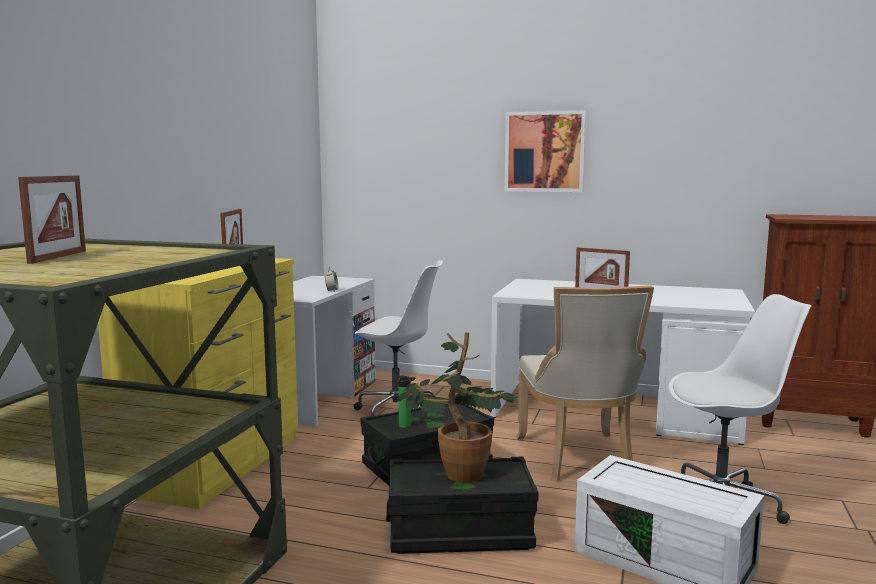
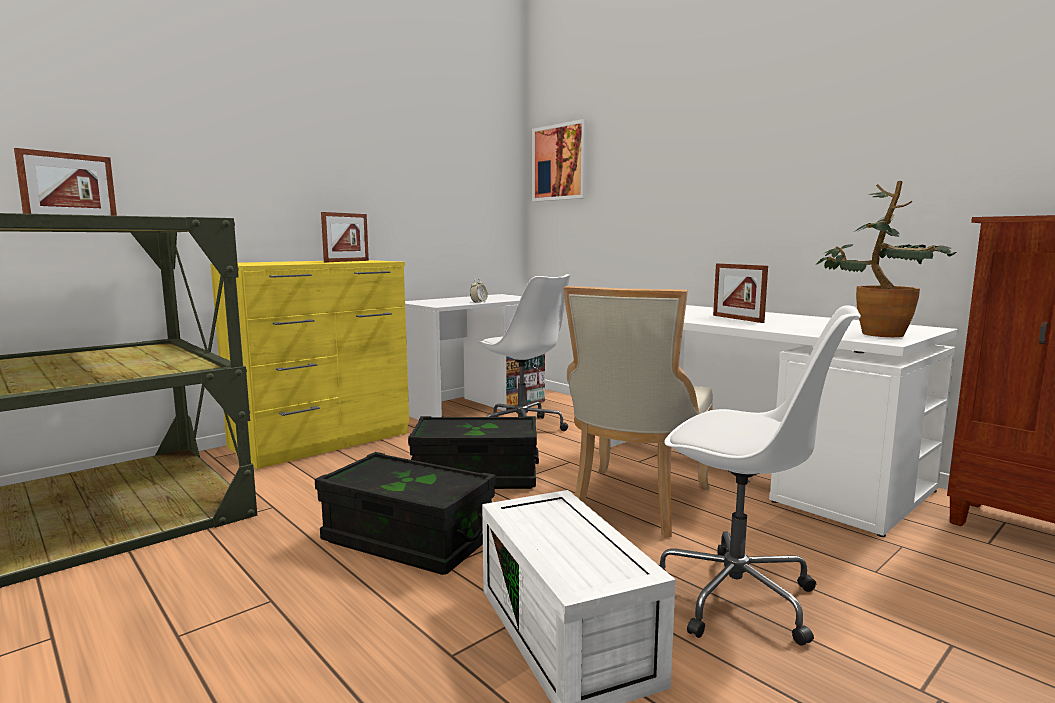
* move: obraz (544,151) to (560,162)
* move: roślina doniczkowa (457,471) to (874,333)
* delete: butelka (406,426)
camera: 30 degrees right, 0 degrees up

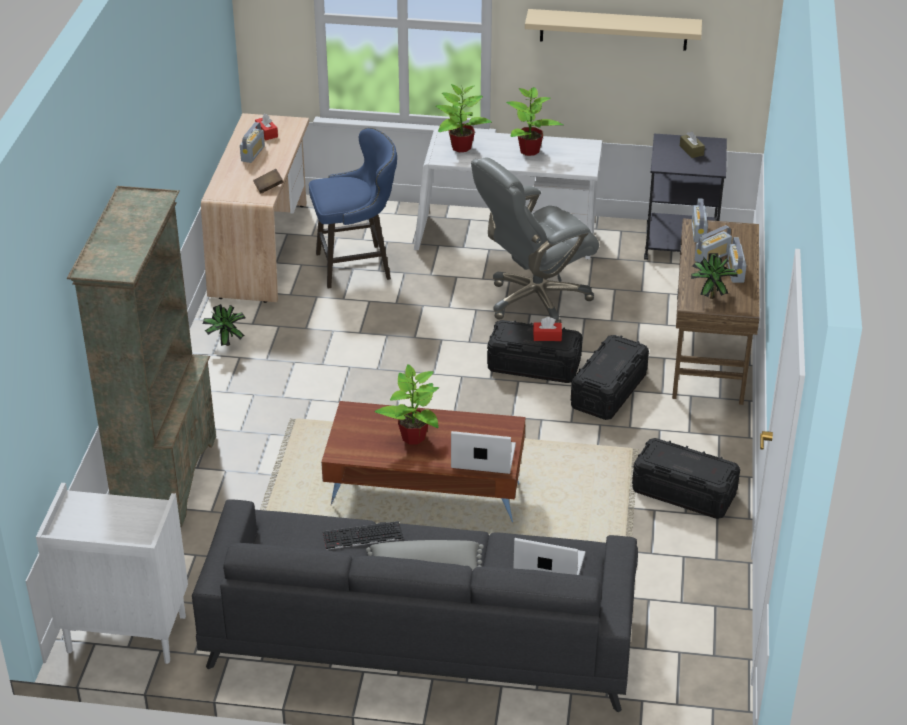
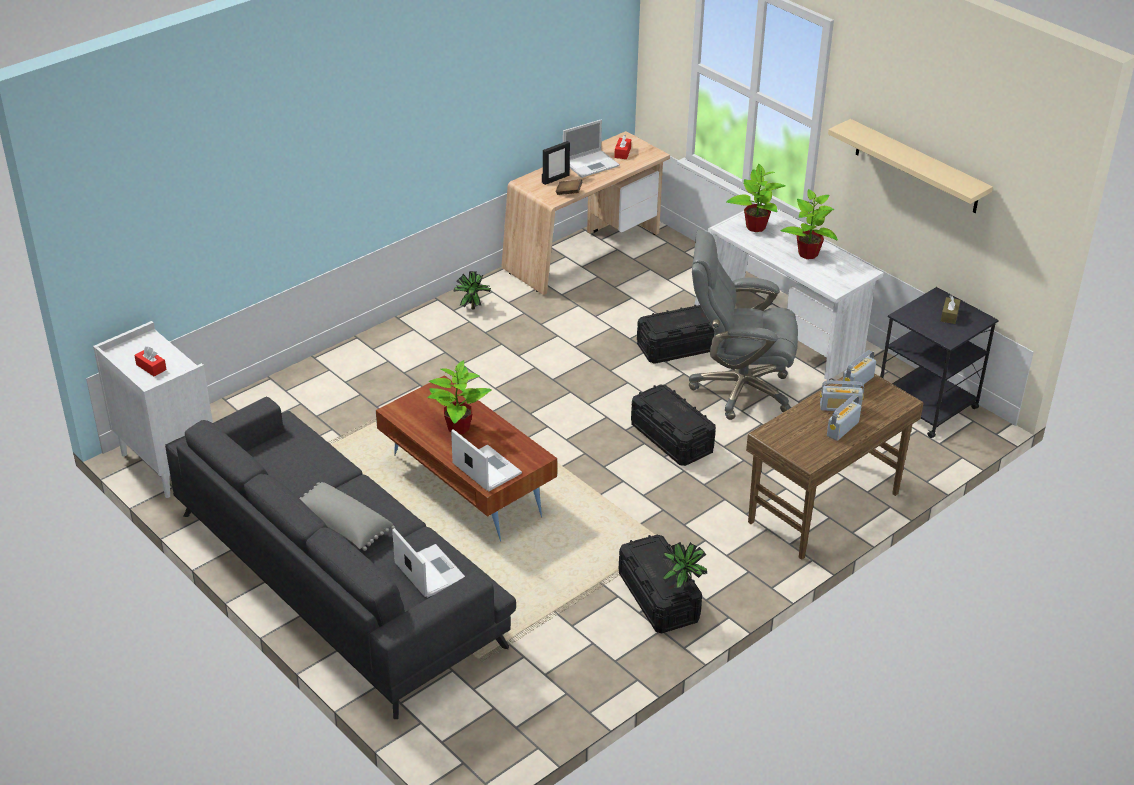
* move: pudełko chusteczek/czerwony (547,336) to (151,367)
* insert: ramka na zdjęcie (555,179)
* replace: radio (253,153) to laptop (591,163)
* move: pojemnik do przechowywania/czarny (609,391) to (680,347)
* move: roślina doniczkowa (710,296) to (682,584)
* delete: regał/zielony (165,477)
* delete: stołek/niebieski (357,265)
* delete: klawiatura (362,536)
camera: 40 degrees right, 0 degrees up

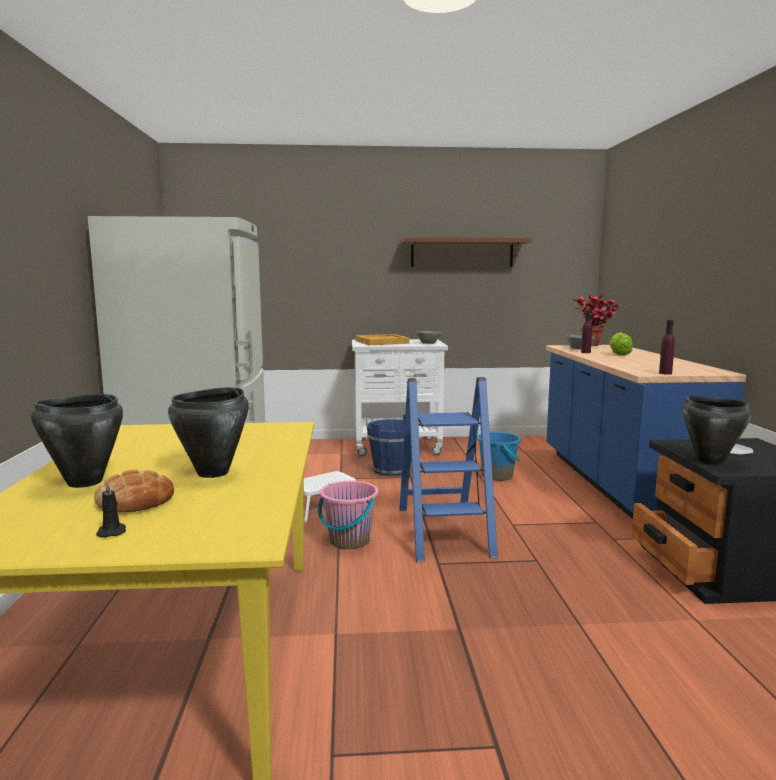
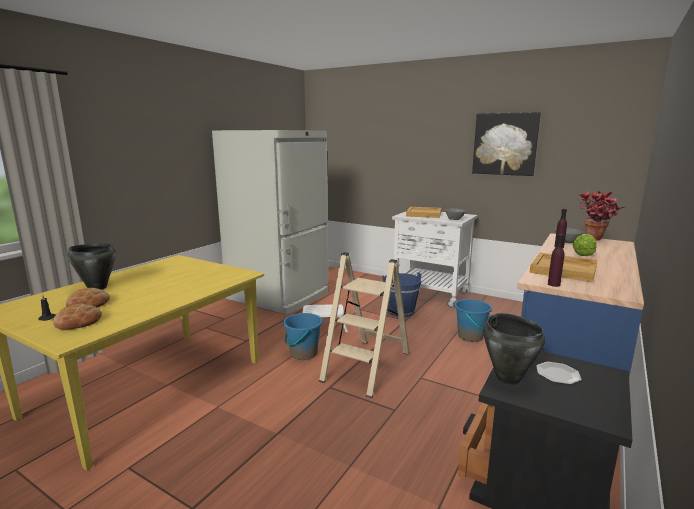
* insert: chleb (78,321)
* recolor: wiadro/różowy (349,541) to wiadro/niebieski (303,353)
* recolor: drabinka/niebieski (443,530) to drabinka/beżowy (367,366)
* replace: półka/brązowy (462,253) to obraz (505,144)
* insert: taca/beżowy (564,269)
* delete: garnek/czarny (214,473)
camera: 35 degrees right, 5 degrees up

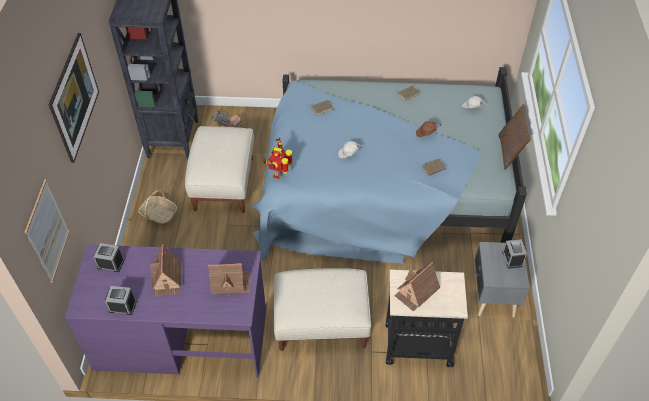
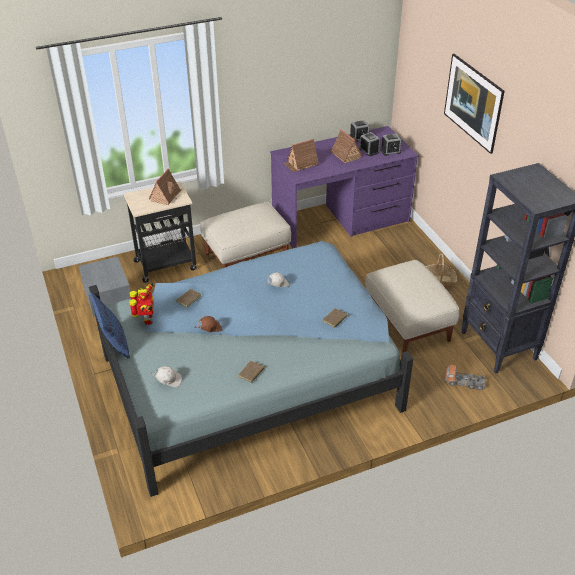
* recolor: poduszka/brązowy (508,152) to poduszka/niebieski (114,343)
* move: robot zabawkowy (279,173) to (146,320)
* move: budzik (512,258) to (369,150)
* delete: obraz (47,231)
camera: 155 degrees right, 10 degrees down

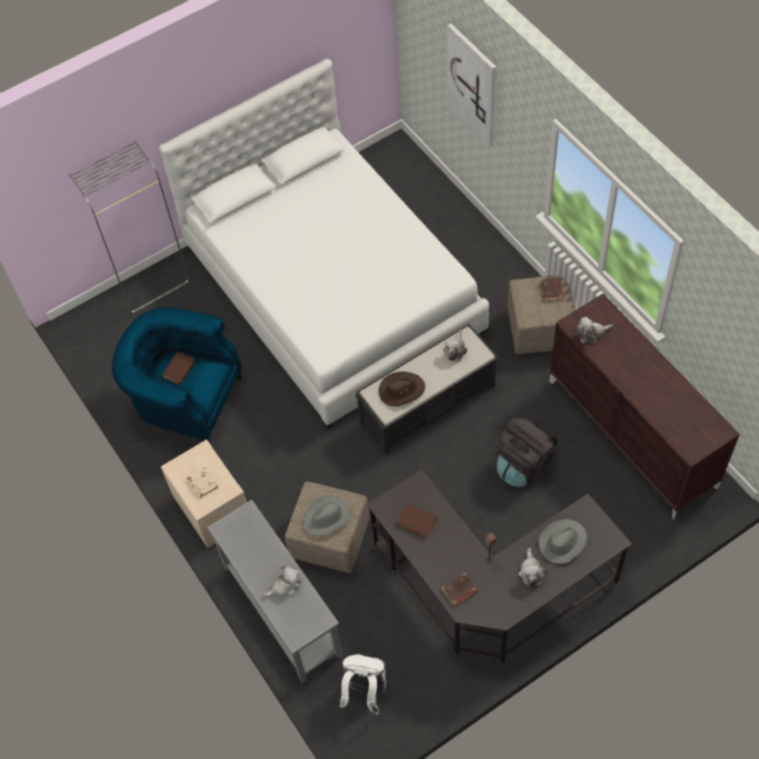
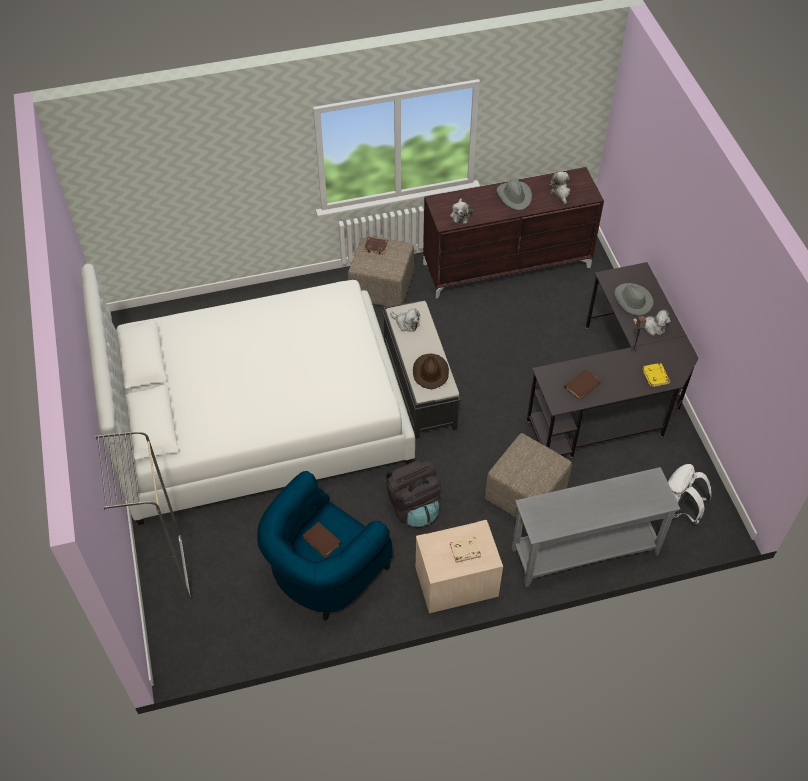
* move: plecak/czarny (523,465) to (413,506)
* move: kapelusz/szary (327,517) to (514,196)
* move: pluszak (285,586) to (560,193)
* recolor: książka/brązowy (459,591) to książka/żółty (656,376)
* delete: obraz (473,85)
camera: 75 degrees left, 5 degrees down

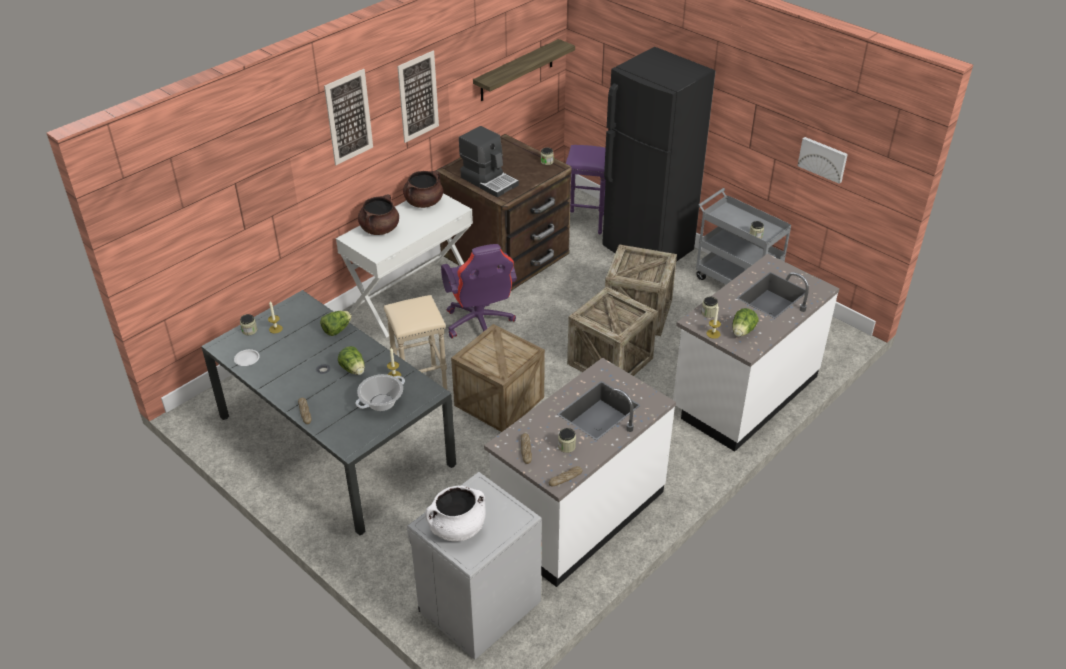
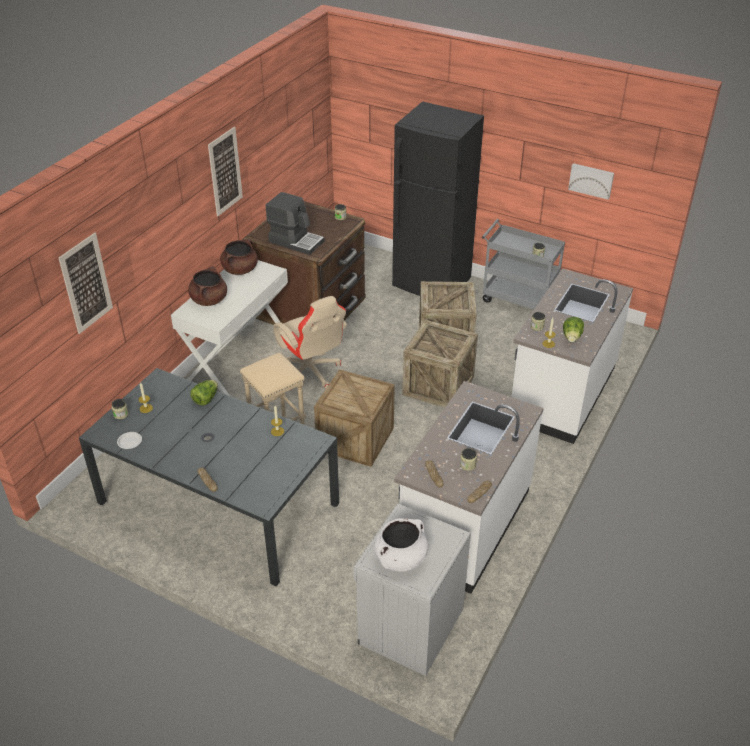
* move: obraz (349,117) to (86,283)
* recolor: krzesło biurowe/fioletowy (480,326) to krzesło biurowe/beżowy (311,375)
* delete: sałata (353,370)
* delete: garnek (382,402)
* delete: półka (517,70)
* delete: stołek/fioletowy (586,221)
camera: 15 degrees left, 0 degrees up

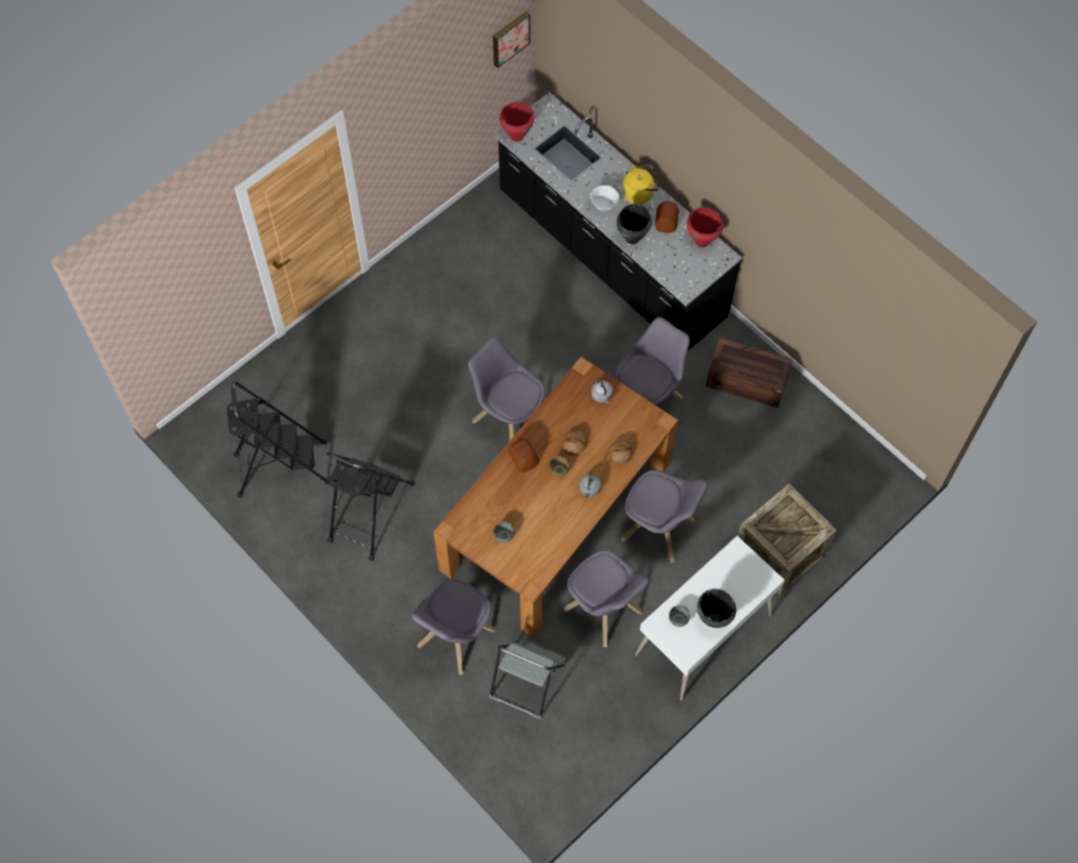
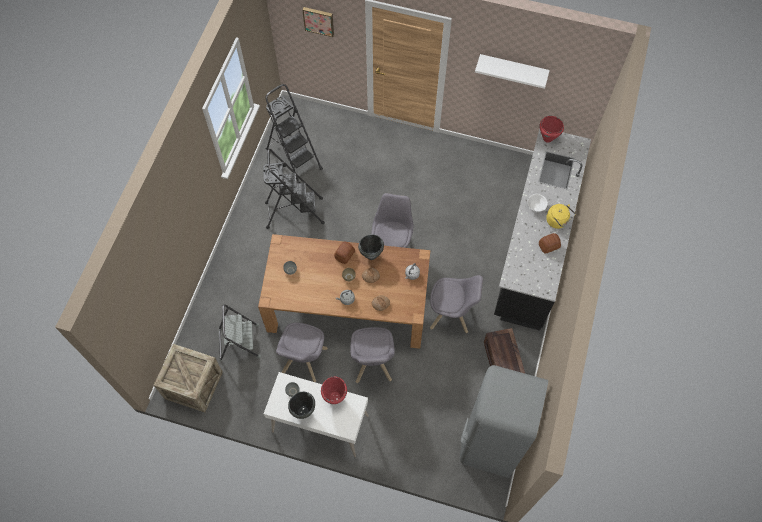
* move: skrzynka (779,552) to (193,385)
* move: obraz (509,38) to (319,20)
* move: garnek/czerwony (701,241) to (335,397)
* move: garnek/czarny (632,238) to (371,256)
* insert: lodówka/szary (488,445)
* insert: półka/biały (513,68)
* delete: krzesło/szary (455,638)
camera: 60 degrees right, 0 degrees up

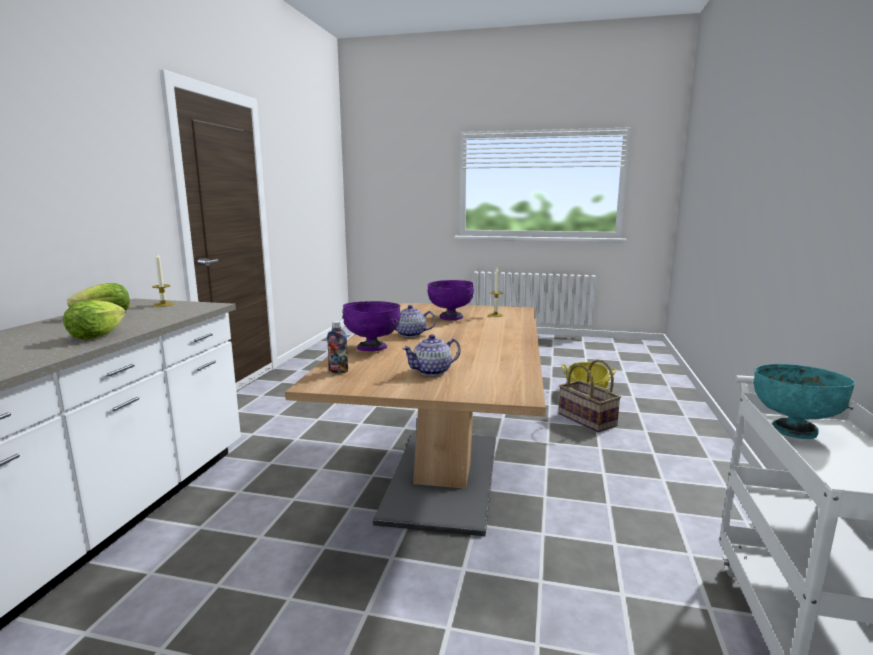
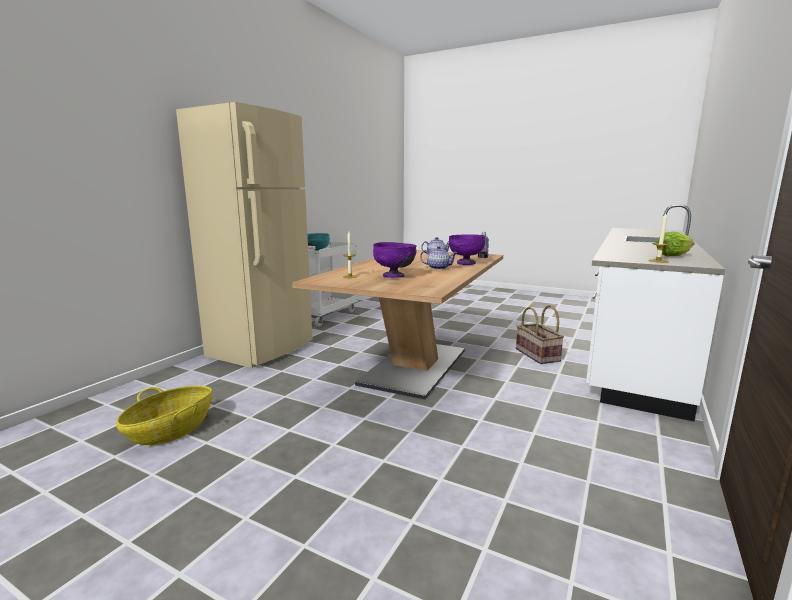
* insert: lodówka/beżowy (261,349)
* move: koszyk (586,420) to (538,355)
* delete: sałata (96,336)
camera: 165 degrees left, 0 degrees up

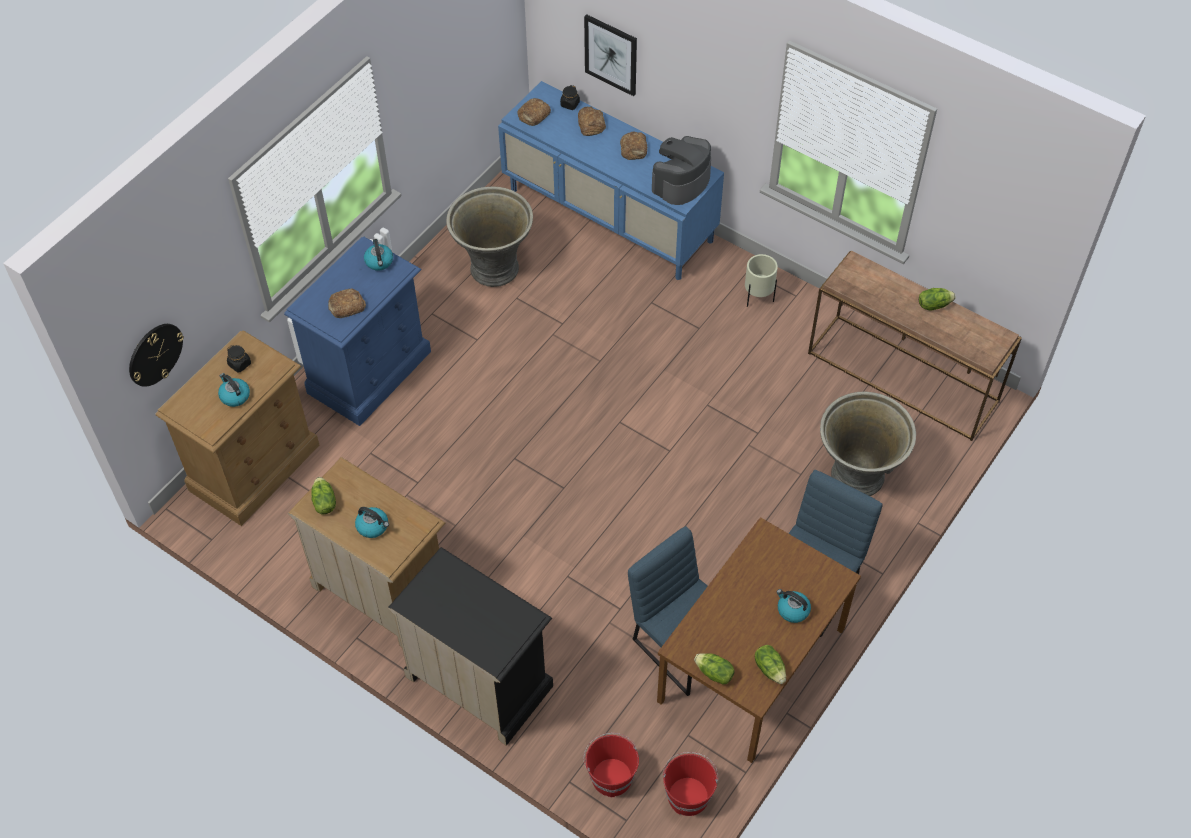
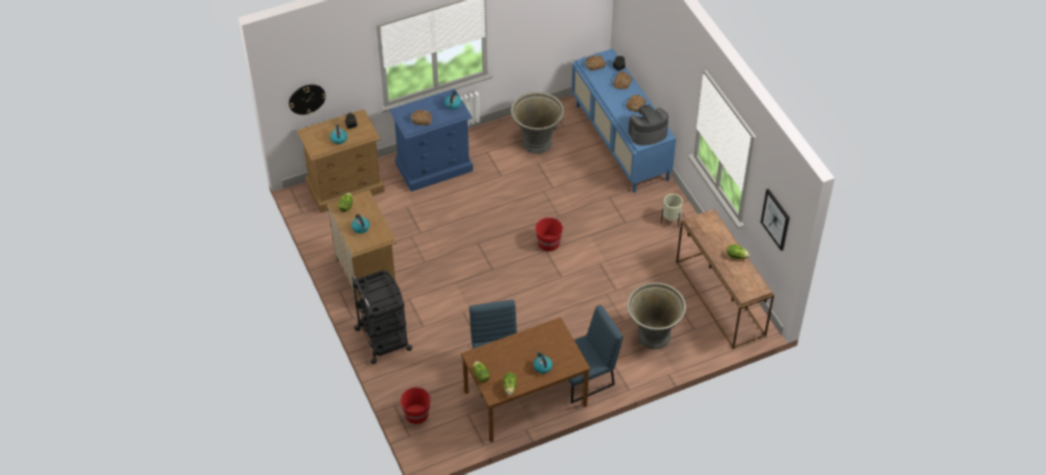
* replace: komoda/czarny (479,681) to wózek/czarny (384,339)
* move: wiadro/czerwony (688,795) to (549,242)
* move: obraz (611,54) to (775,219)
camera: 30 degrees right, 5 degrees down

